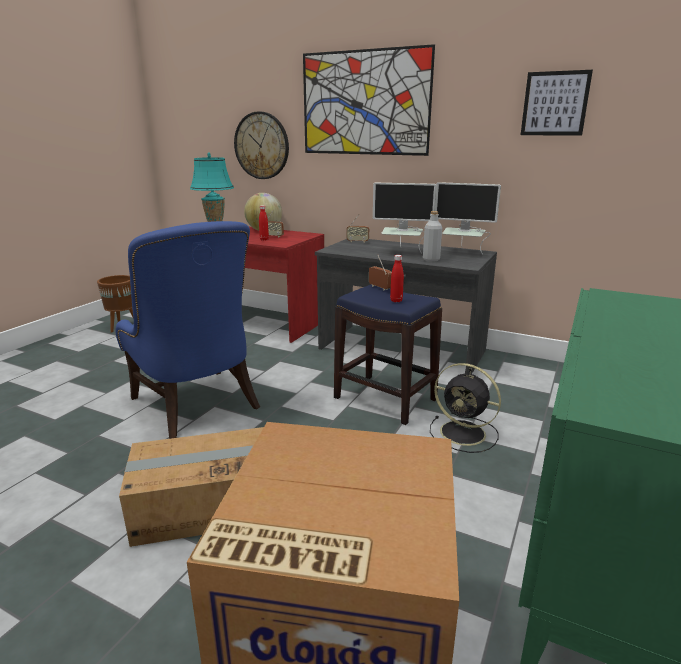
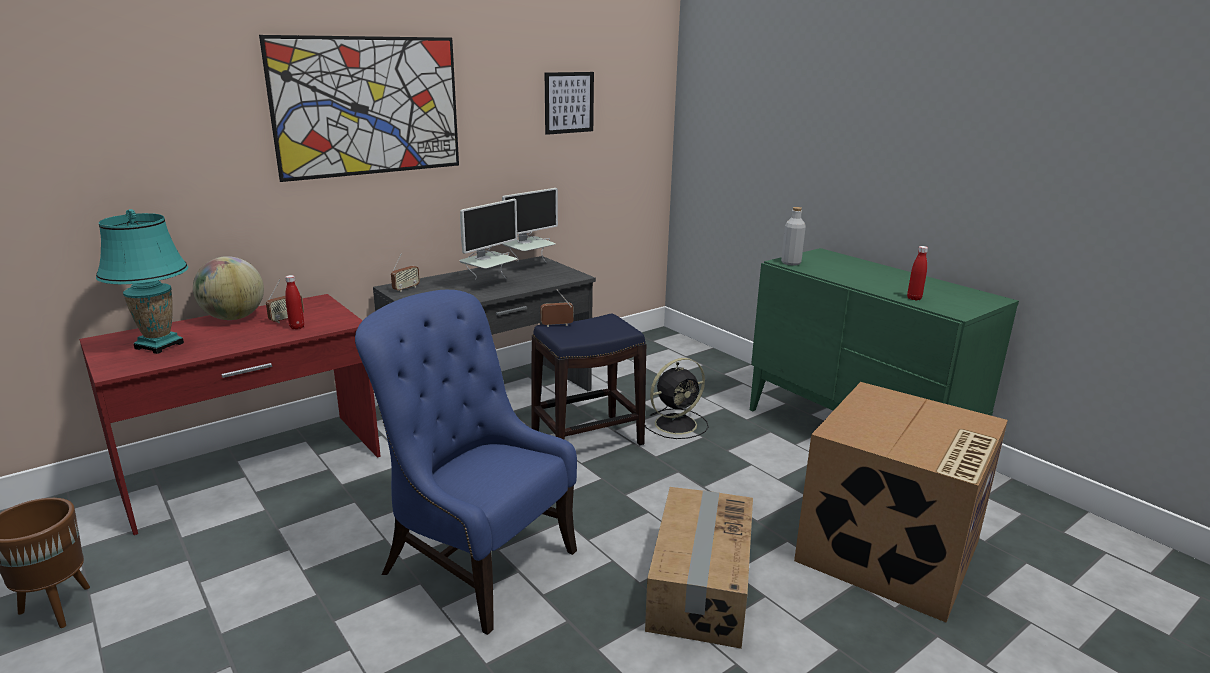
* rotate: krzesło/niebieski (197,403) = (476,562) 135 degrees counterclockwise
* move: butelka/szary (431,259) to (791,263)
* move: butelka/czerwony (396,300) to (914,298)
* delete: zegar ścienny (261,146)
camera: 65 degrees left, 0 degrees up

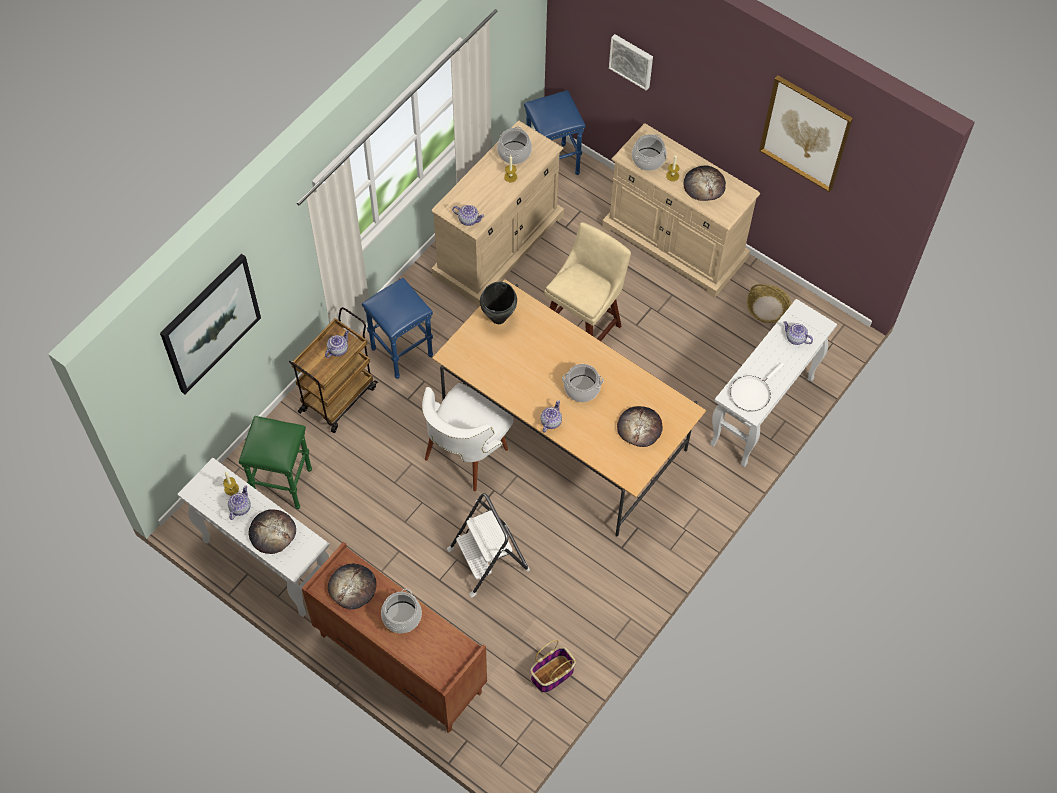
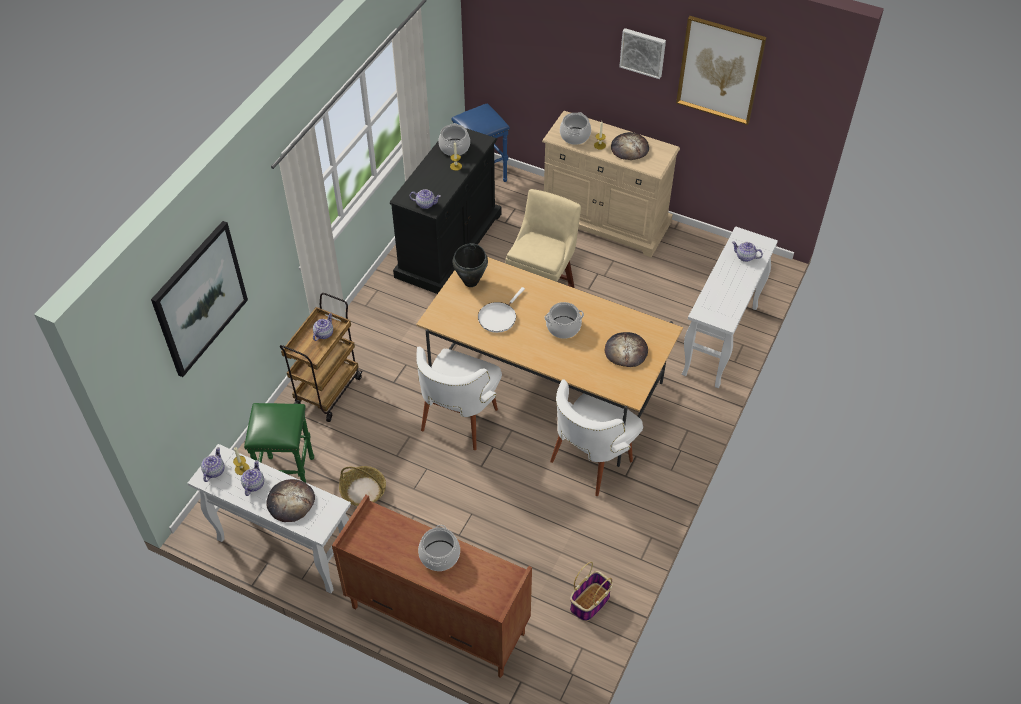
* move: imbryk (550,421) to (214,471)
* move: koszyk (767,308) to (363,490)
* recolor: komoda/beżowy (498,243) to komoda/czarny (448,244)
* move: patelnia/biały (751,393) to (498,317)
* insert: krzesło/biały (591,461)
* move: obraz (632,60) to (643,52)
* delete: chleb (352,587)
* delete: stołek/niebieski (402,350)
* delete: drabinka/biały (491,558)
camera: 10 degrees left, 10 degrees down

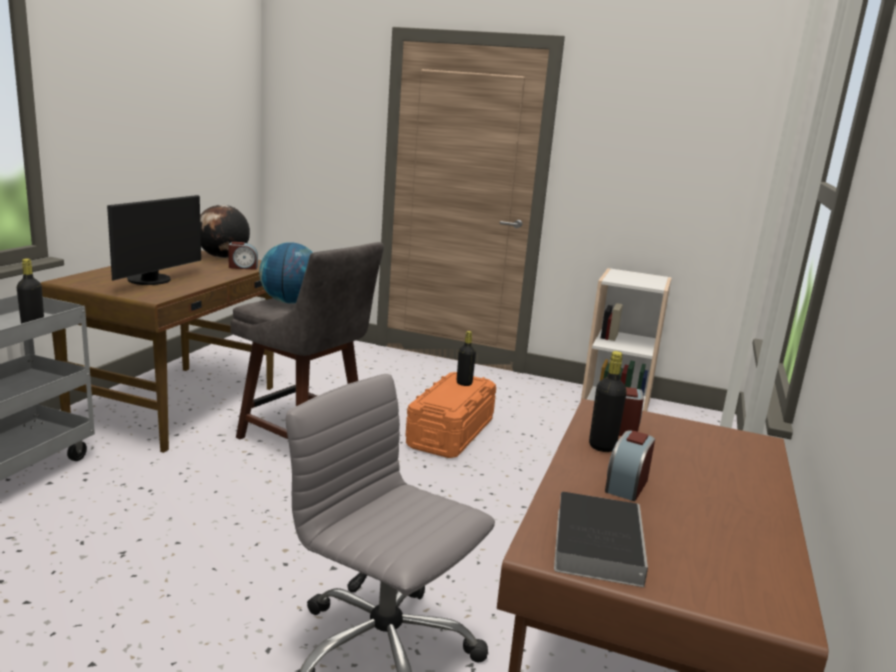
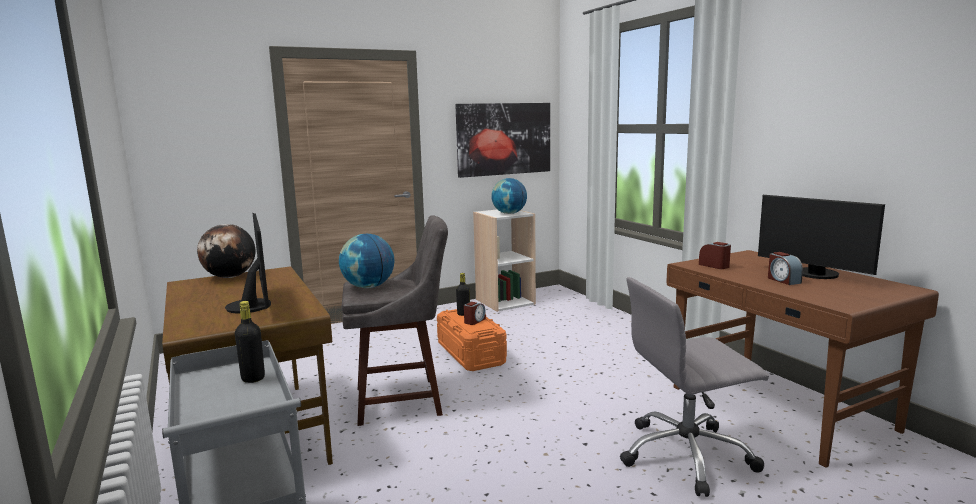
* insert: obraz (504,139)
* move: budzik (243,267) to (474,321)
* insert: globus (509,213)
* insert: monitor (815,275)
* delete: książka (596,542)
* delete: butelka/czarny (602,446)
camera: 45 degrees left, 5 degrees down

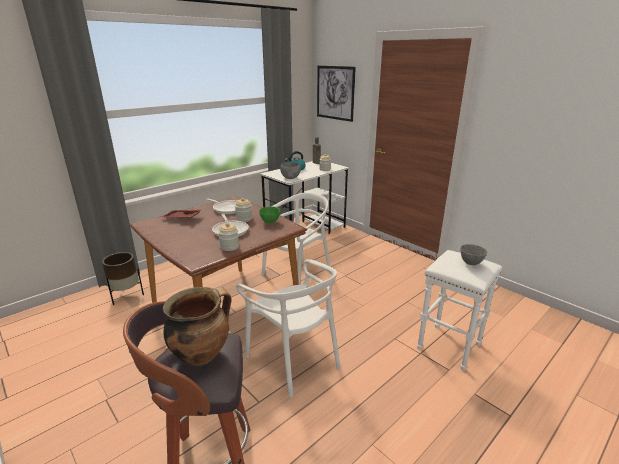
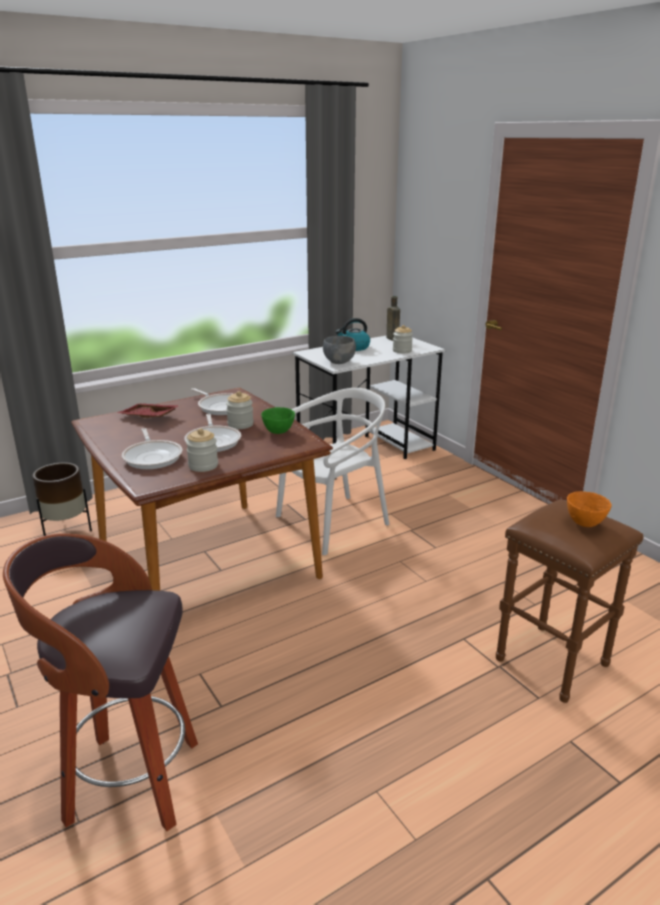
* insert: patelnia (153,457)
* recolor: stołek/biały (448,345) to stołek/brązowy (551,659)
* recolor: miska/szary (470,263) to miska/pomarańczowy (584,523)
* delete: garnek (202,354)
* delete: krzesło/biały (293,359)
* delete: obraz (335,93)
camera: 10 degrees right, 0 degrees up

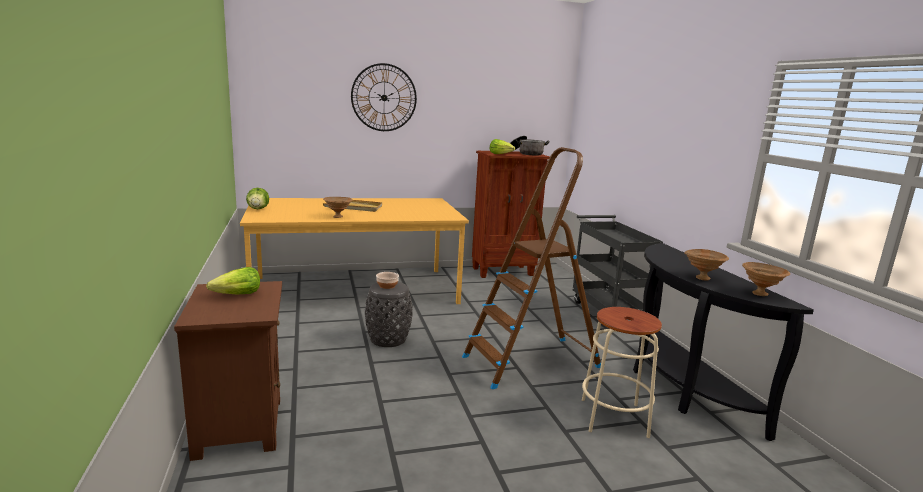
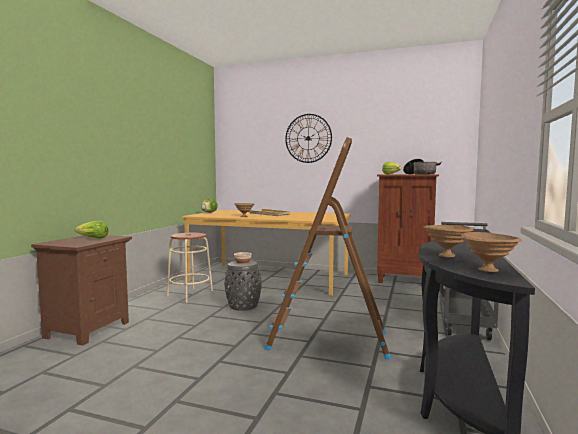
* move: stołek/beżowy (614,417) to (190,295)
camera: 35 degrees right, 10 degrees down

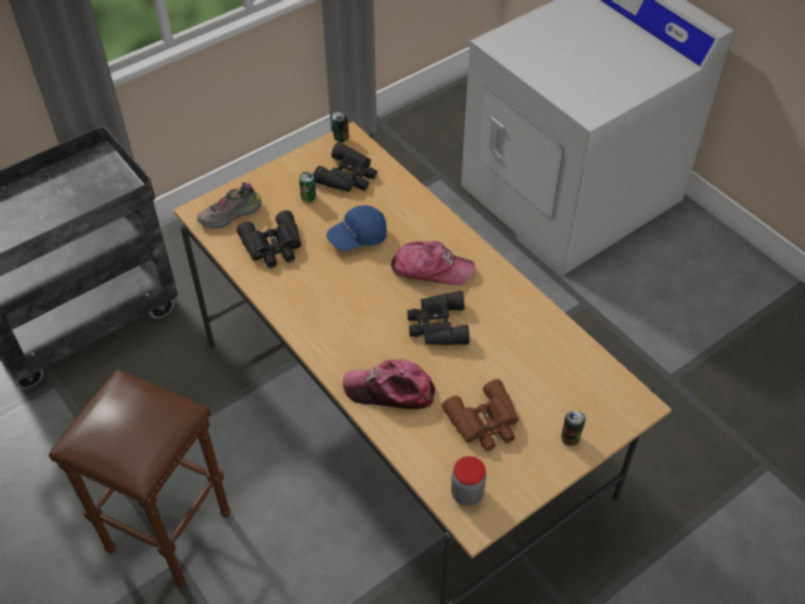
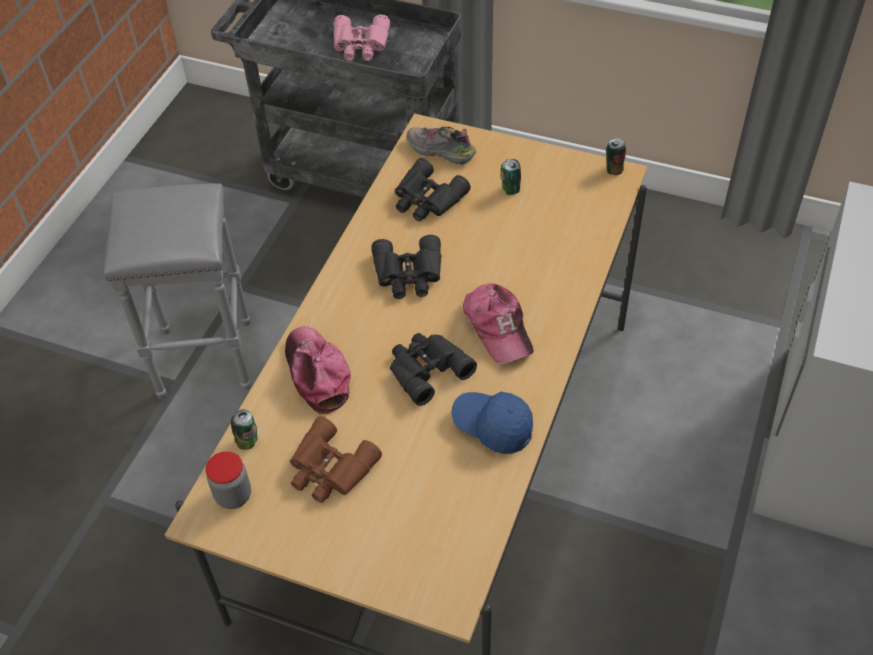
* recolor: stołek/brązowy (168,528) to stołek/szary (207,356)
* move: puszka (570,437) to (248,441)
* insert: lornetka/różowy (361,45)
* move: lornetka/czarny (348,176) to (409,274)
* move: czapka z daszkiem/niebieski (357,237) to (493,427)
camera: 60 degrees right, 0 degrees up

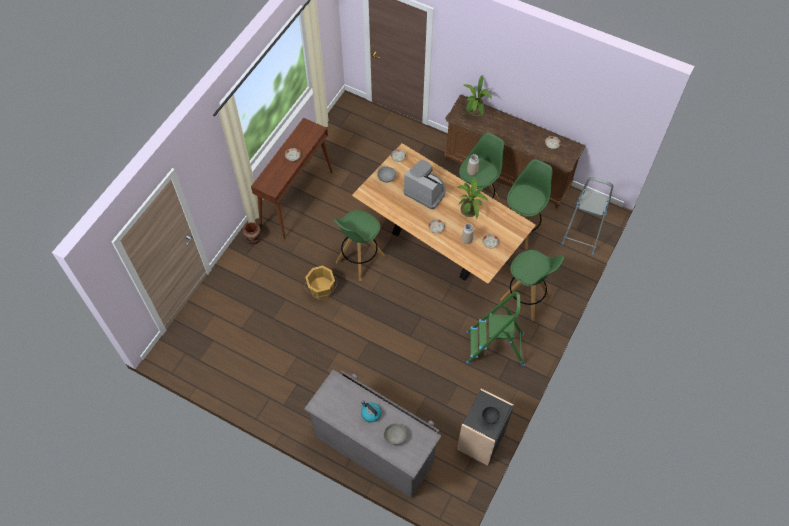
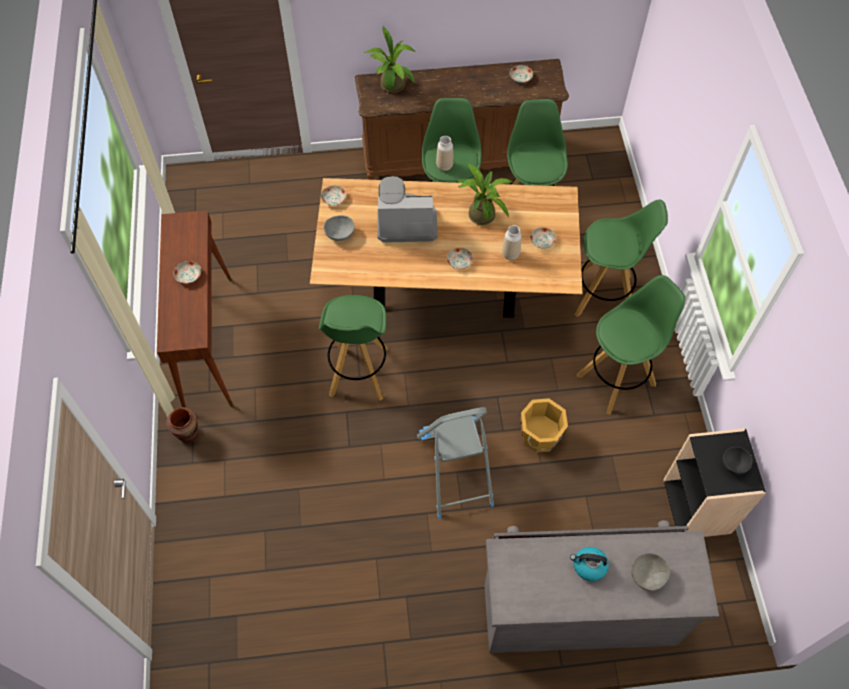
* move: drabinka/szary (584,227) to (454,468)
* move: wiadro/pomarańczowy (321,290) to (540,436)
* replace: drabinka/zielony (494,348) to stołek/zielony (617,379)
camera: 35 degrees left, 0 degrees up

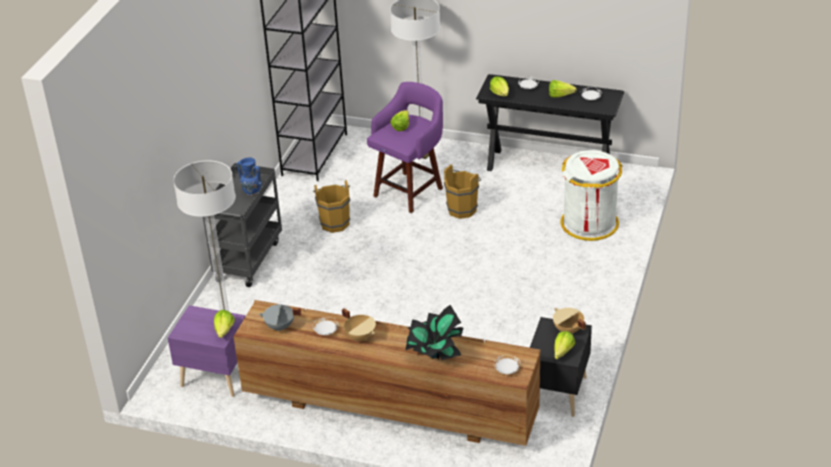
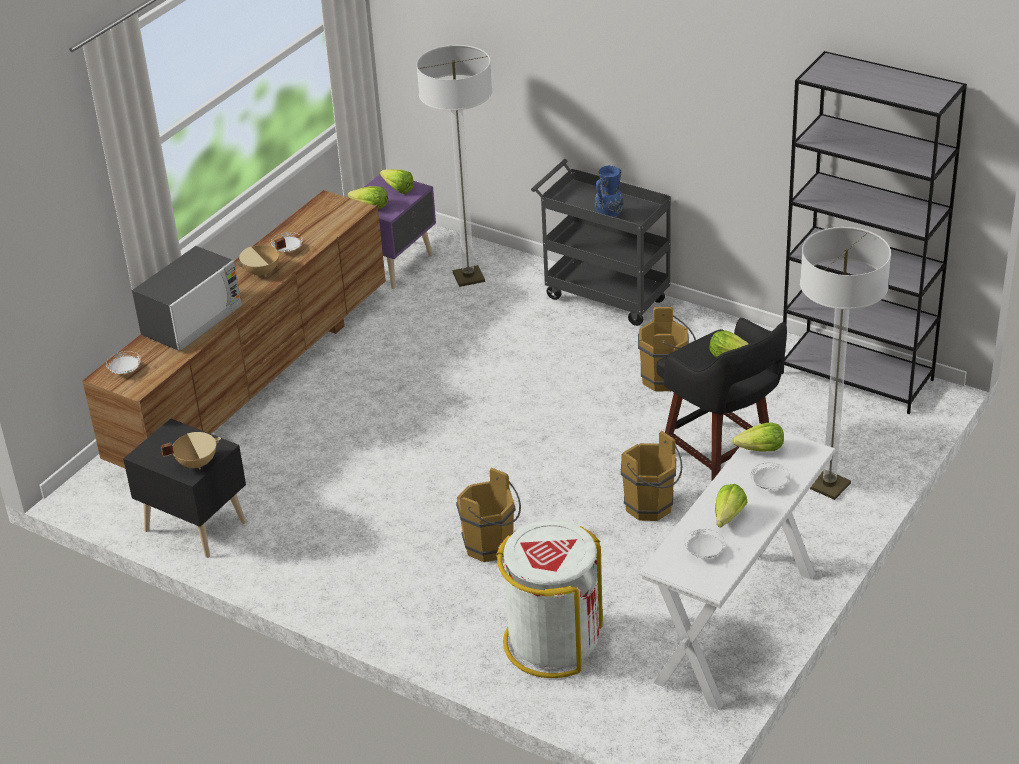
* replace: roślina doniczkowa (434,354) to mikrofalówka (192,321)
* move: sałata (561,354) to (396,188)
* insert: wiadro/brązowy (492,547)
* recolor: stolik konsolowy/czarny (548,167) to stolik konsolowy/biały (736,627)
* recolor: stołek/fioletowy (410,191) to stołek/czarny (720,460)
* delete: garnek/szary (280,327)
camera: 105 degrees right, 0 degrees up

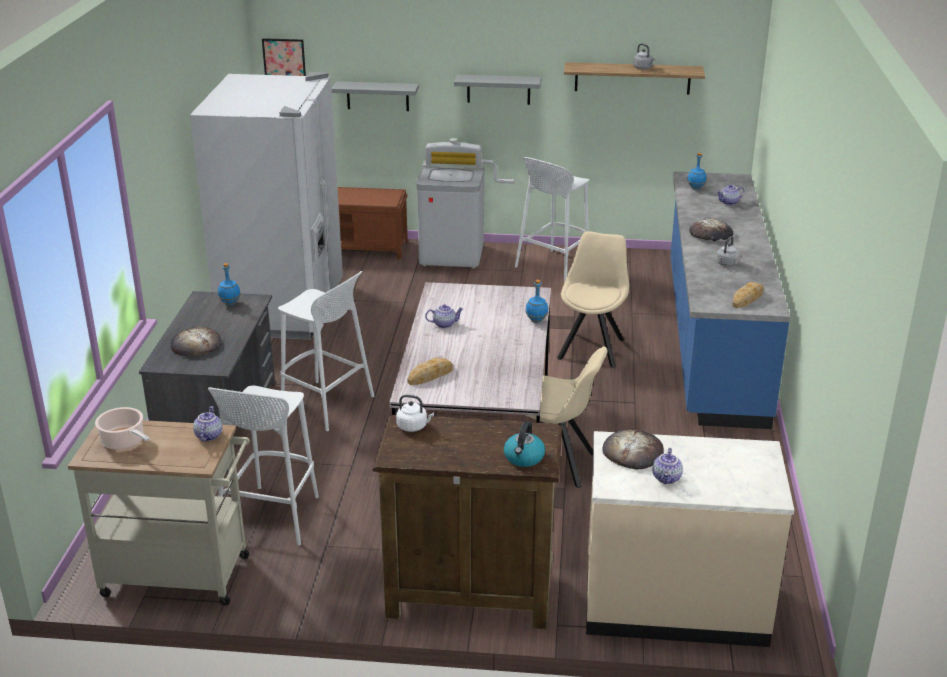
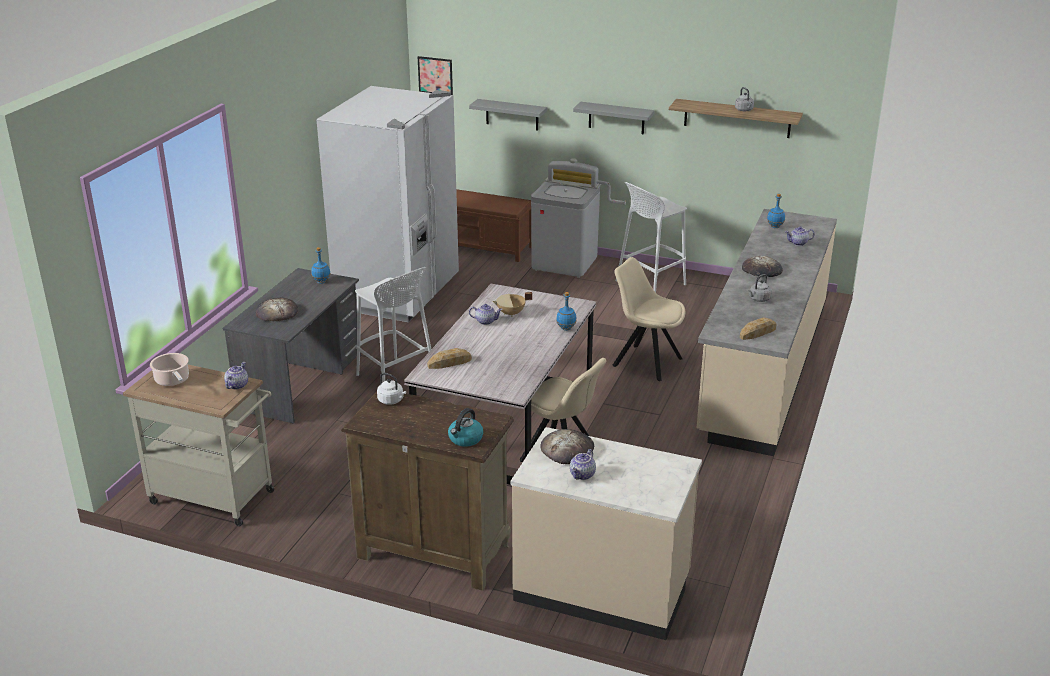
* insert: garnek/beżowy (511,313)
* rotate: krzesło/beżowy (592,349) = (646,362) 90 degrees counterclockwise
* recolor: zabudowa kuchenna/niebieski (712,338) to zabudowa kuchenna/beżowy (763,367)
* delete: stołek/biały (272,516)
camera: 15 degrees right, 0 degrees up

